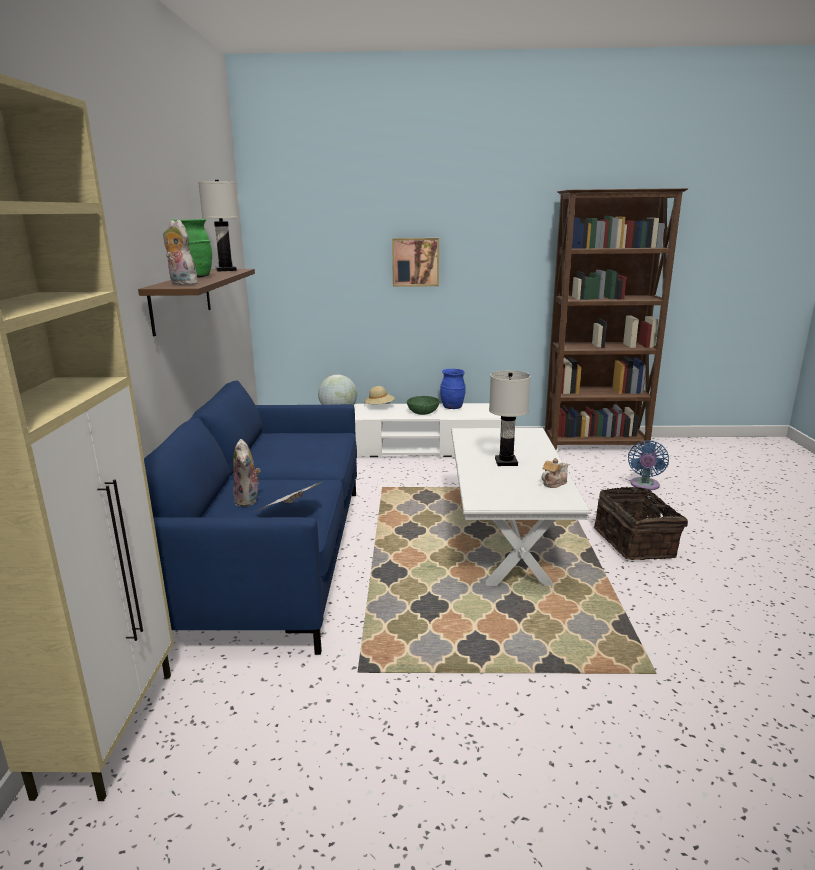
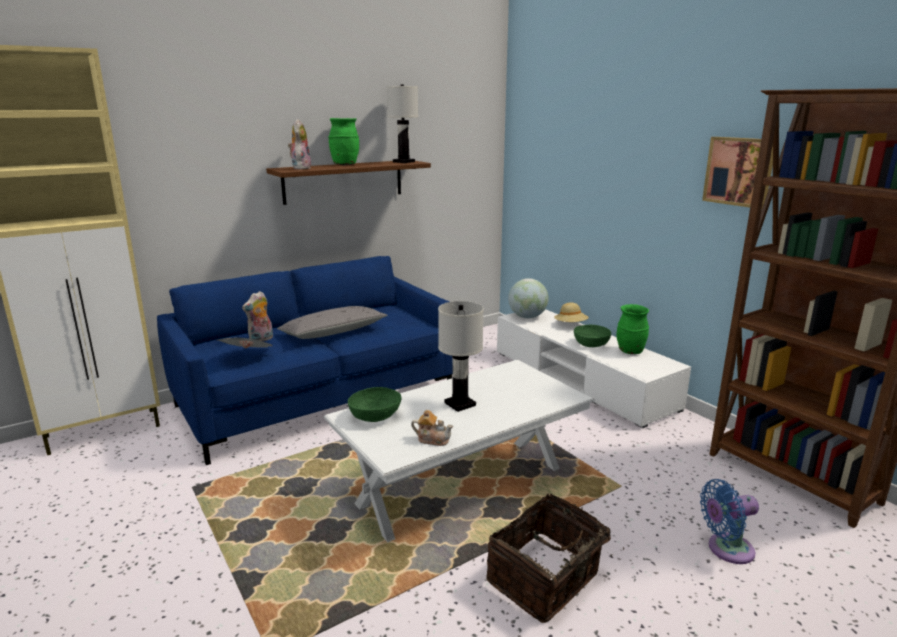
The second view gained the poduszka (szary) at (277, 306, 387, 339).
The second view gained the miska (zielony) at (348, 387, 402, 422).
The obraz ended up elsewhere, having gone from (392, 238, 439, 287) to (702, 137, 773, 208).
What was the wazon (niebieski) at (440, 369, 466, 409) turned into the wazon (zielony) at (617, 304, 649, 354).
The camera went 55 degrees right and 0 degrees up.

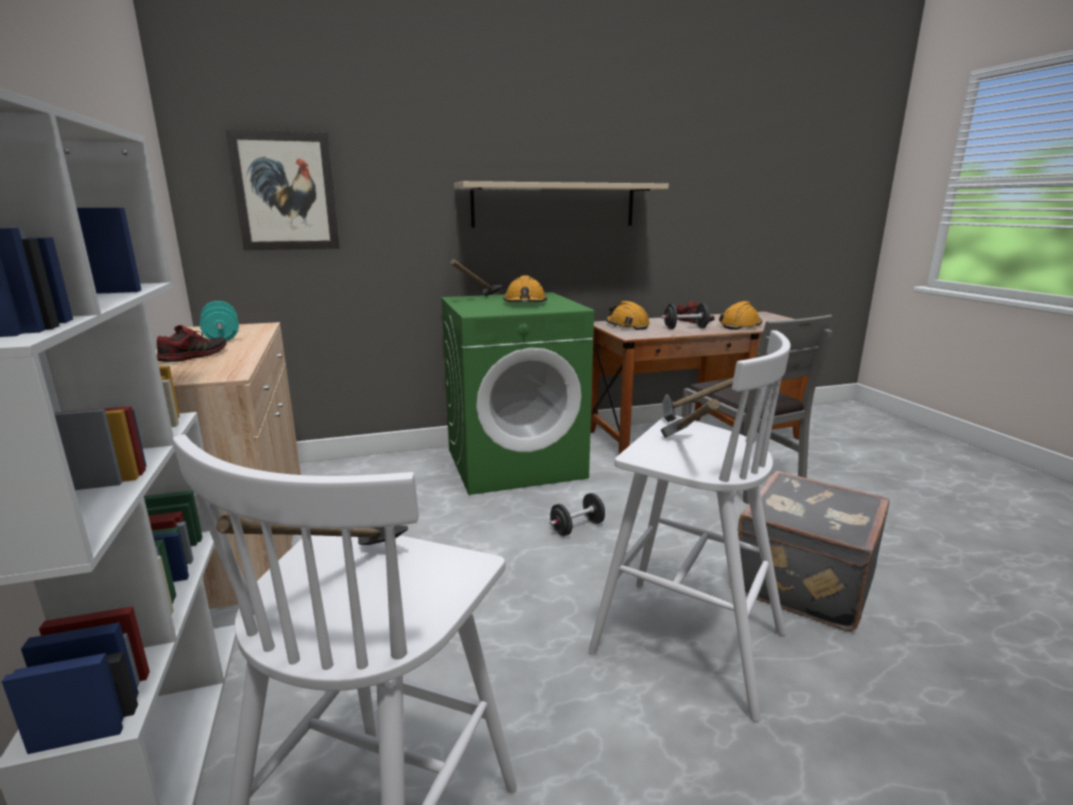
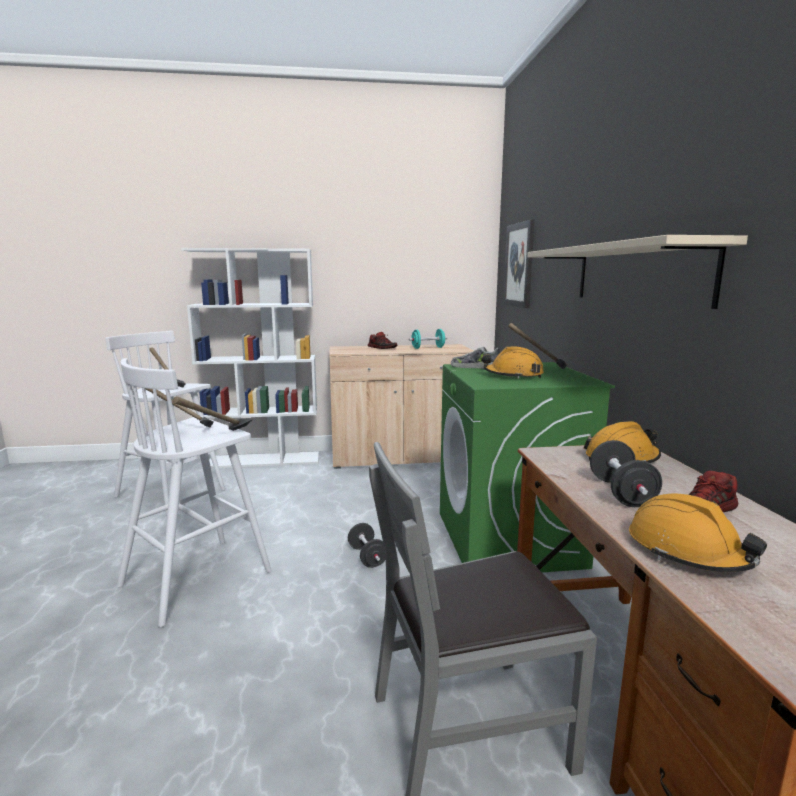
The second view lost the walizka (szary) at (738, 471, 890, 631).
The second view gained the but at (451, 347, 500, 369).
The camera went 100 degrees right and 5 degrees down.

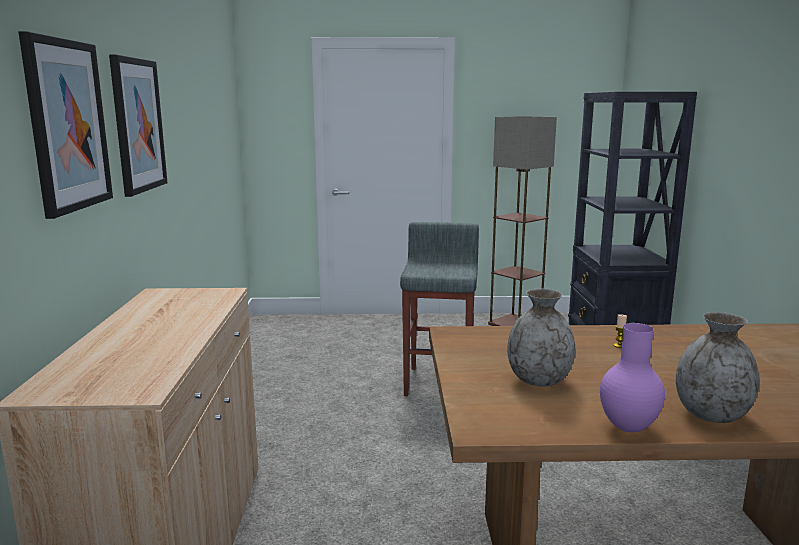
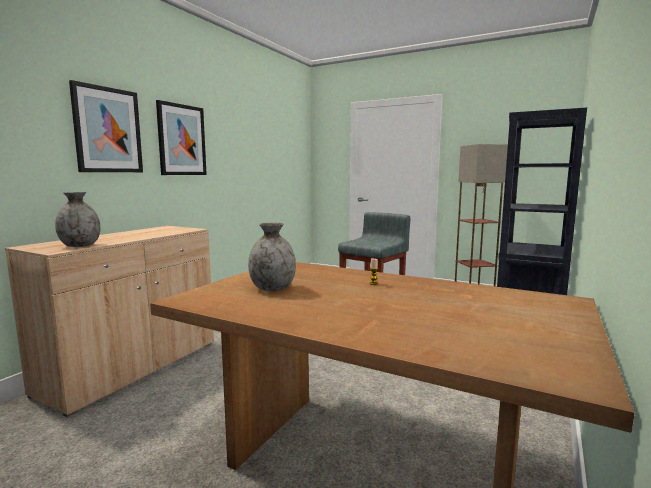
The second view lost the wazon (fioletowy) at (600, 323, 665, 433).
The wazon (szary) ended up elsewhere, having gone from (676, 312, 759, 423) to (55, 192, 101, 247).
The camera went 30 degrees right and 5 degrees down.

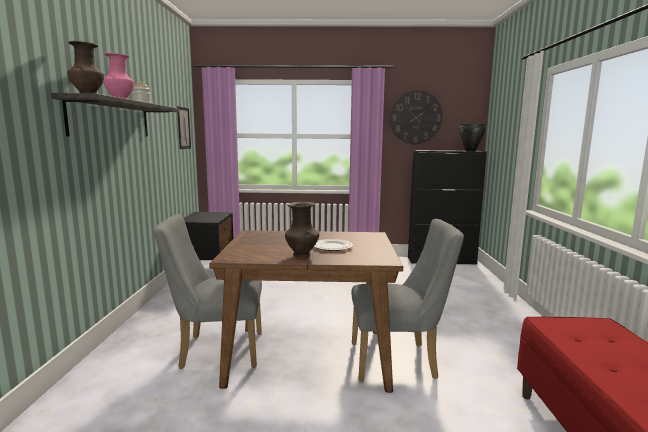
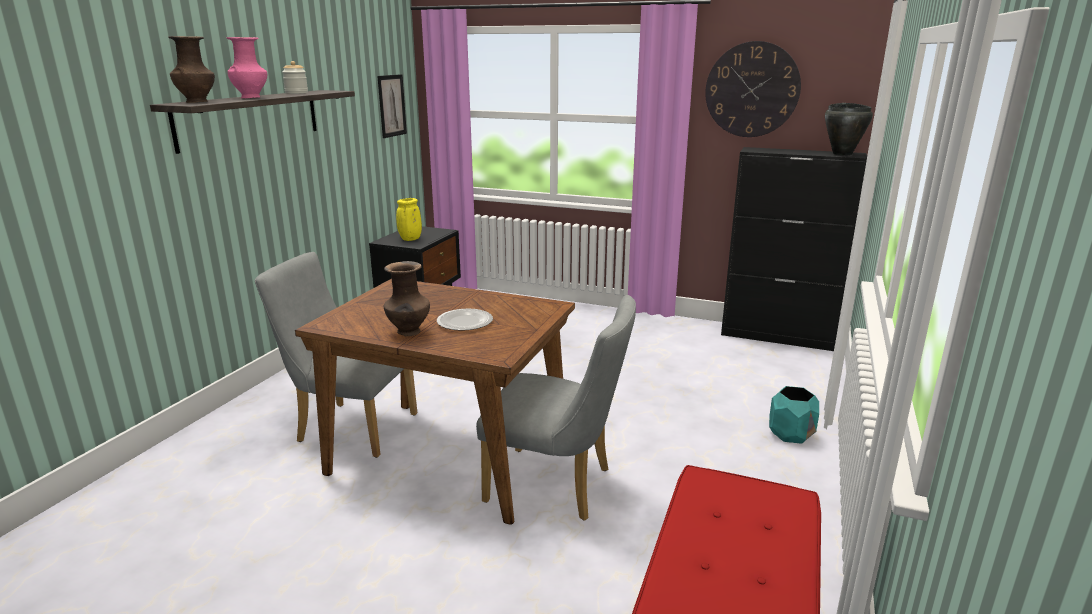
The second view gained the wazon (żółty) at (396, 198, 422, 241).
The second view gained the donica (turkusowy) at (769, 386, 819, 444).
The camera went 20 degrees right and 10 degrees up.

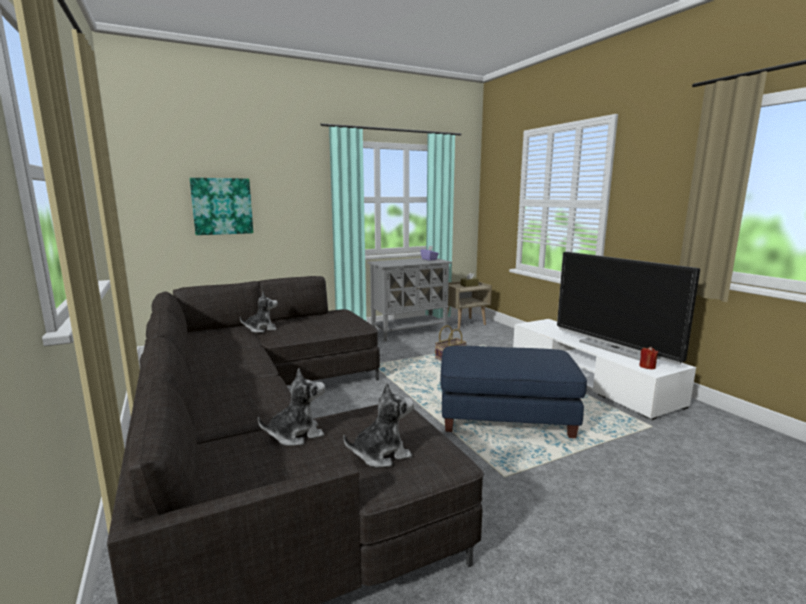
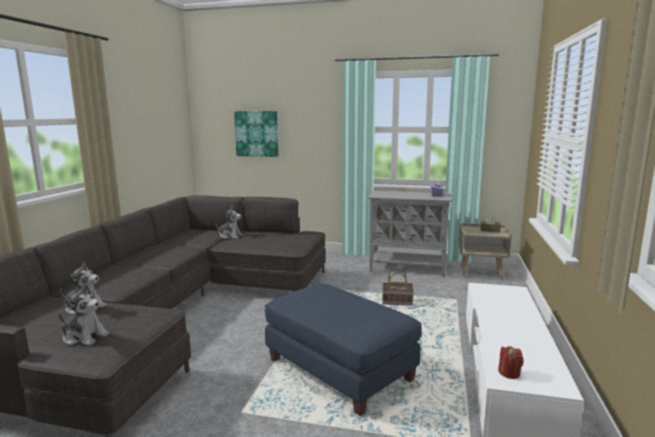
The second view lost the telewizor at (557, 252, 700, 365).
The camera went 40 degrees right and 0 degrees up.

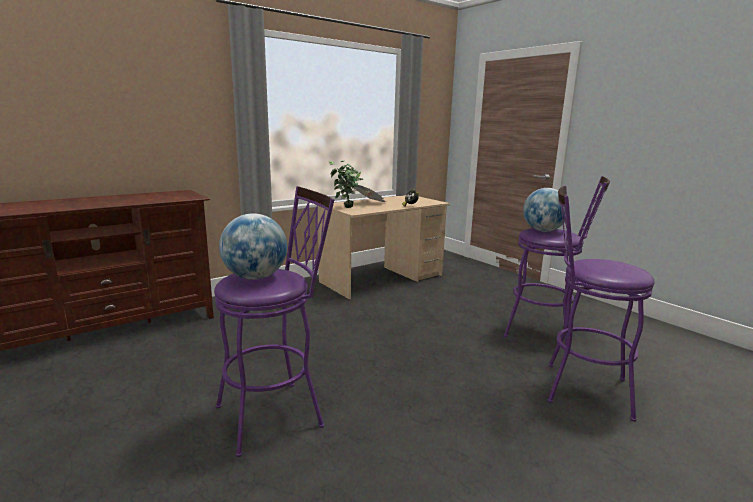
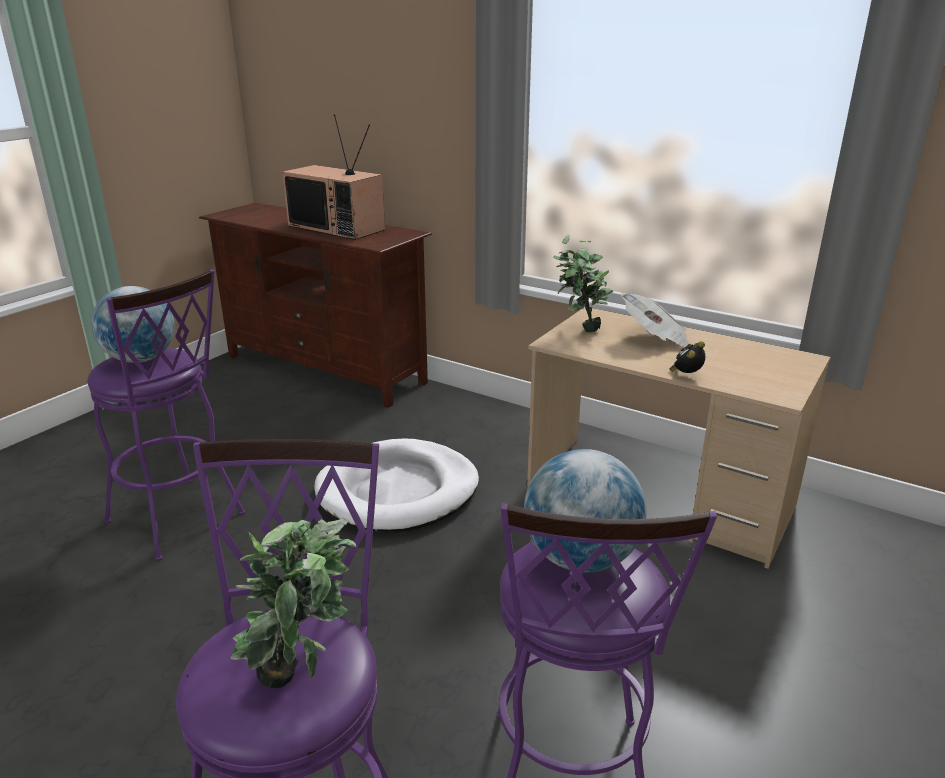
The second view gained the roślina doniczkowa at (230, 518, 356, 688).
The second view gained the telewizor at (282, 114, 385, 240).
The second view gained the legowisko (biały) at (314, 438, 479, 532).
The camera went 70 degrees right and 10 degrees up.

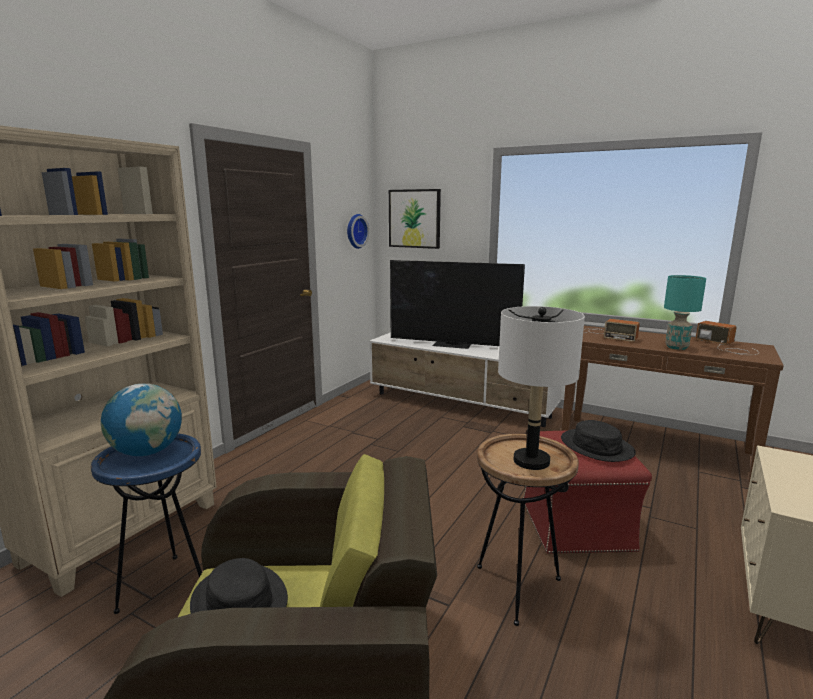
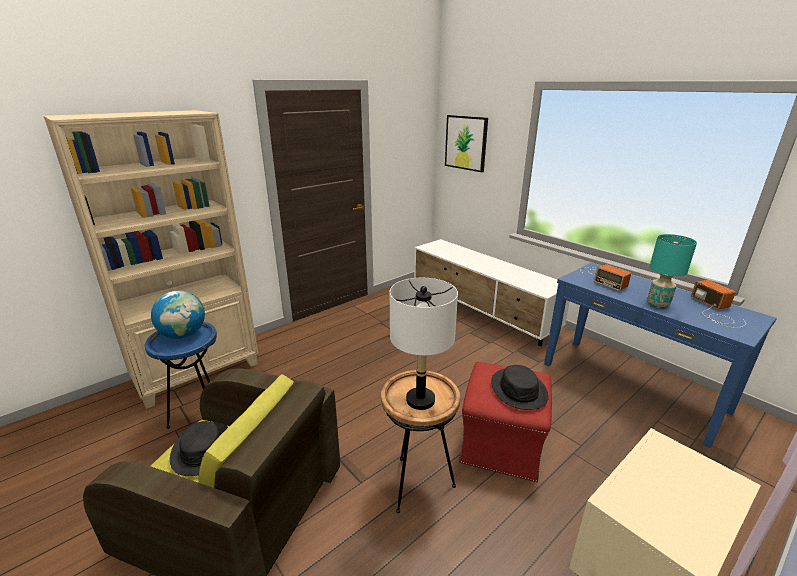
The second view lost the zegar ścienny at (347, 214, 369, 249).
The second view lost the telewizor at (390, 260, 525, 349).
What was the stolik konsolowy (brązowy) at (561, 326, 784, 483) turned into the stolik konsolowy (niebieski) at (544, 263, 777, 448).
The camera went 20 degrees right and 10 degrees up.

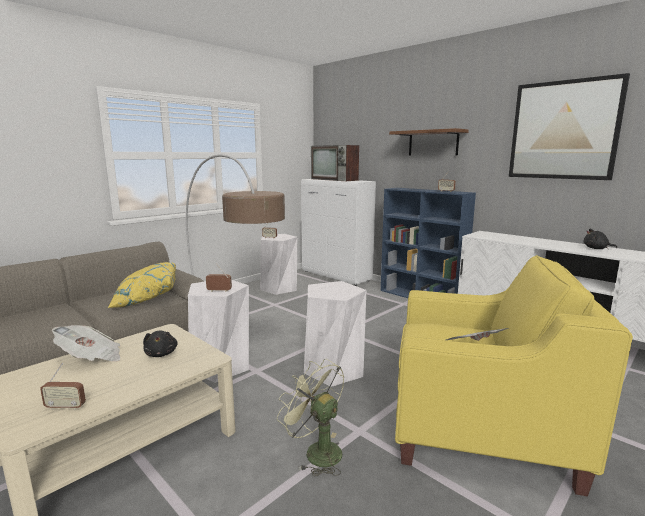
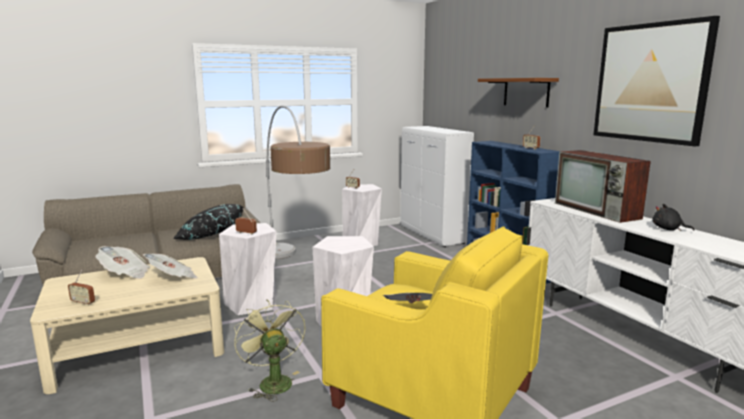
The telewizor ended up elsewhere, having gone from (311, 145, 359, 181) to (555, 150, 651, 223).
Where the pluszak (czarny) stood at (143, 331, 178, 357), the gazeta came to stand at (143, 253, 198, 278).
What was the poduszka (żółty) at (108, 262, 176, 308) turned into the poduszka (czarny) at (173, 204, 244, 240).
The camera went 20 degrees right and 0 degrees up.

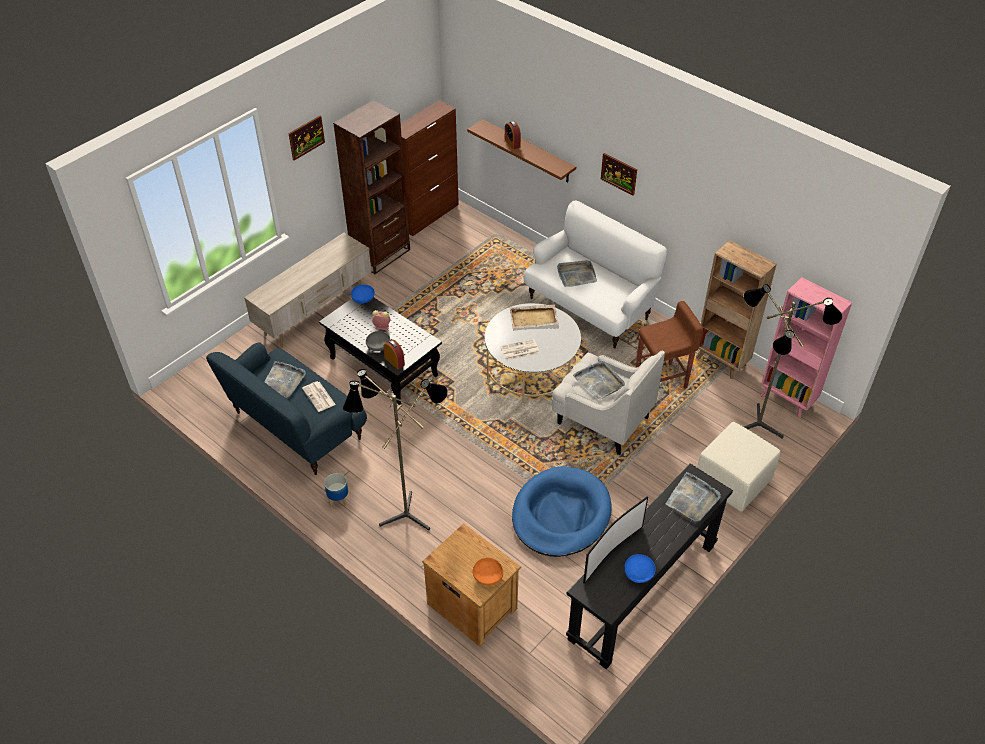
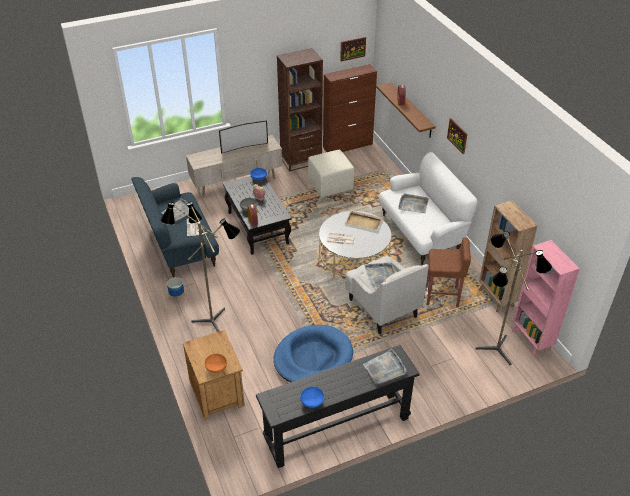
The obraz ended up elsewhere, having gone from (288, 116, 325, 161) to (340, 37, 366, 61).
The telewizor ended up elsewhere, having gone from (583, 497, 648, 583) to (219, 120, 268, 154).
The pufa (beżowy) ended up elsewhere, having gone from (697, 422, 780, 512) to (308, 150, 354, 198).
The camera went 25 degrees right and 5 degrees down.

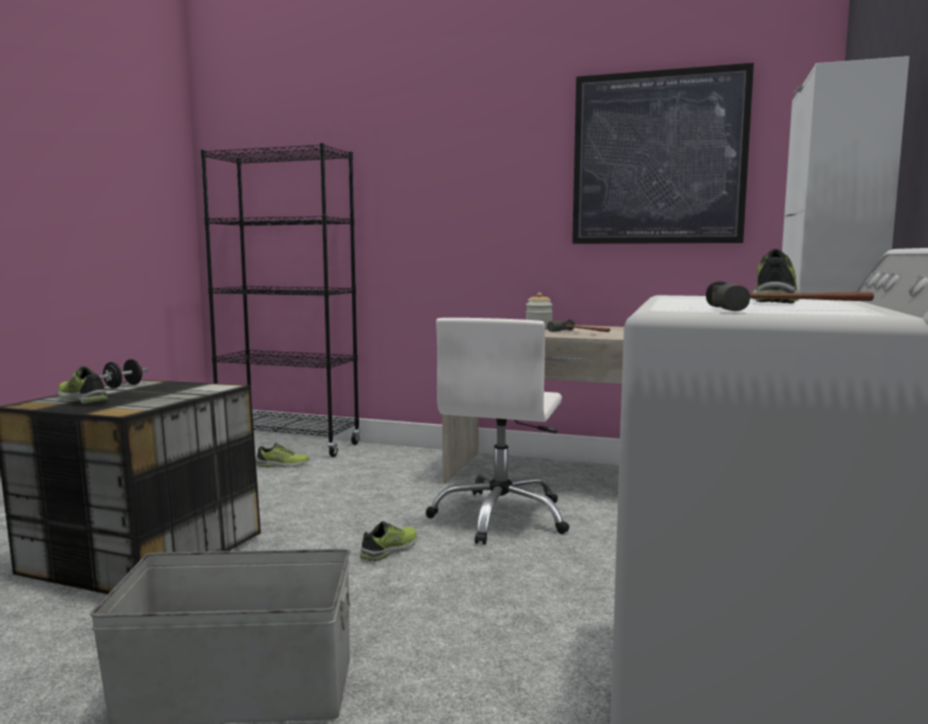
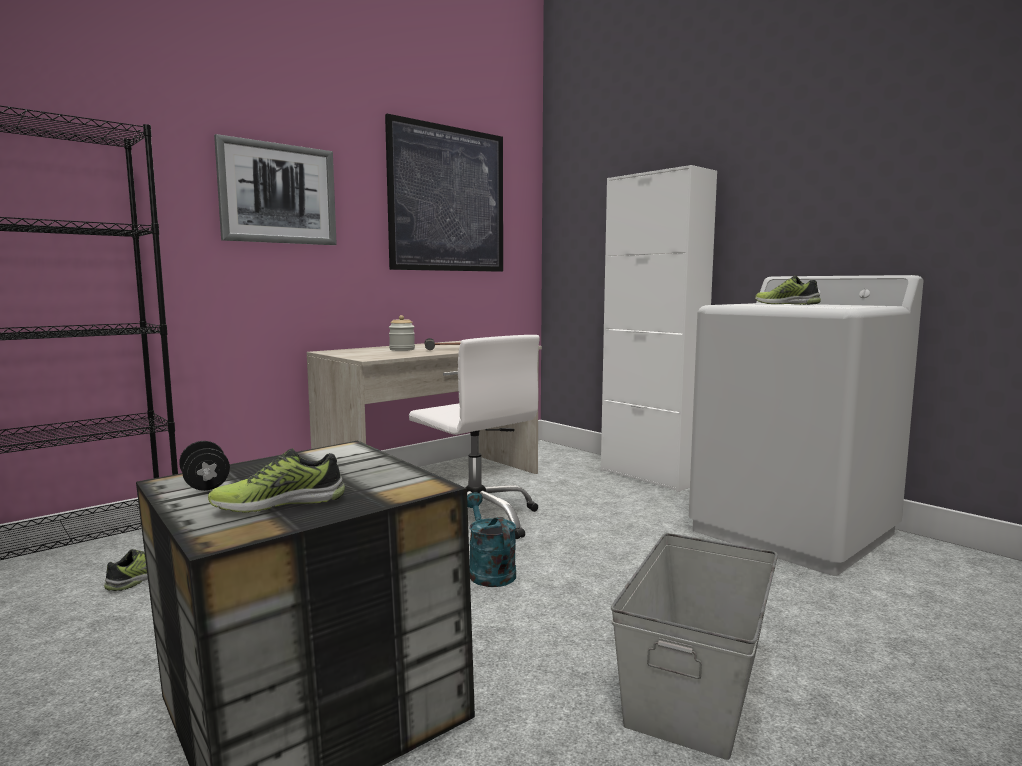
The second view lost the młotek at (706, 281, 874, 311).
The second view gained the obraz at (214, 134, 337, 245).
Where the but stood at (360, 521, 417, 561), the konewka (turkusowy) came to stand at (467, 492, 516, 587).
The camera went 60 degrees left and 0 degrees up.

